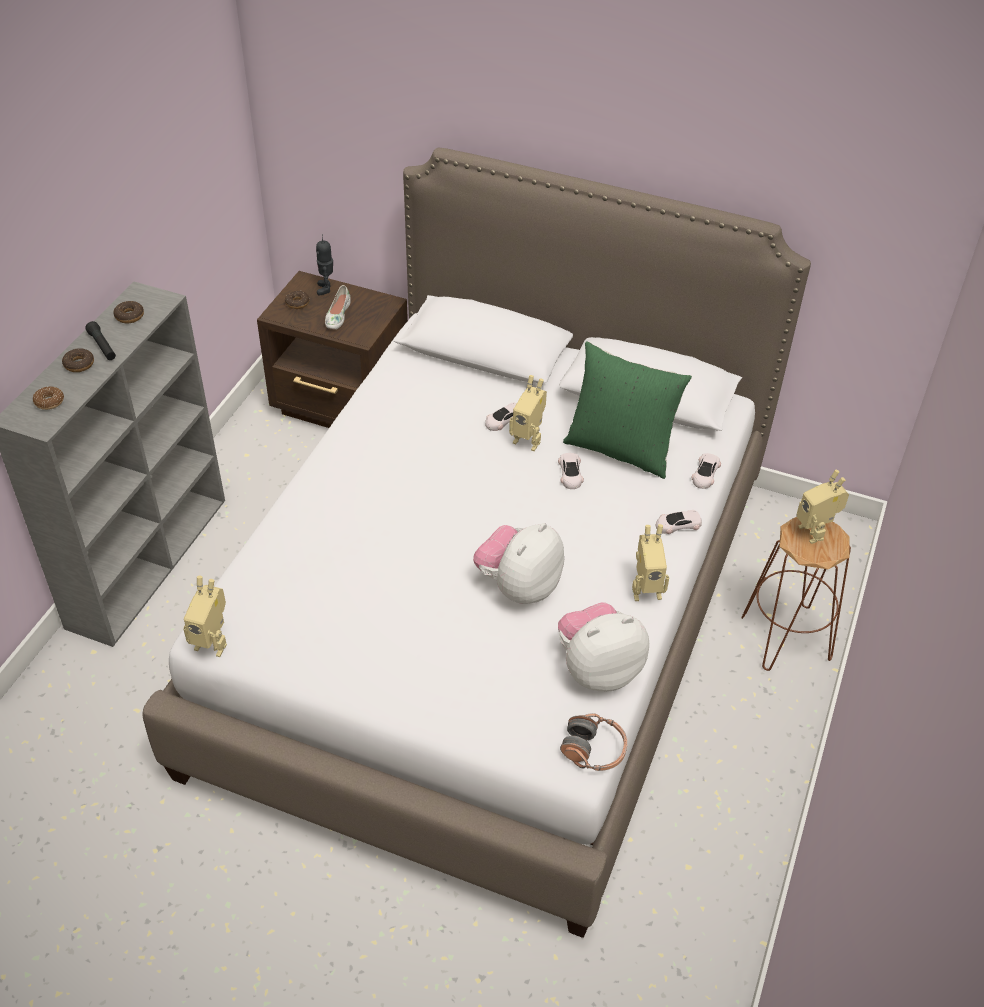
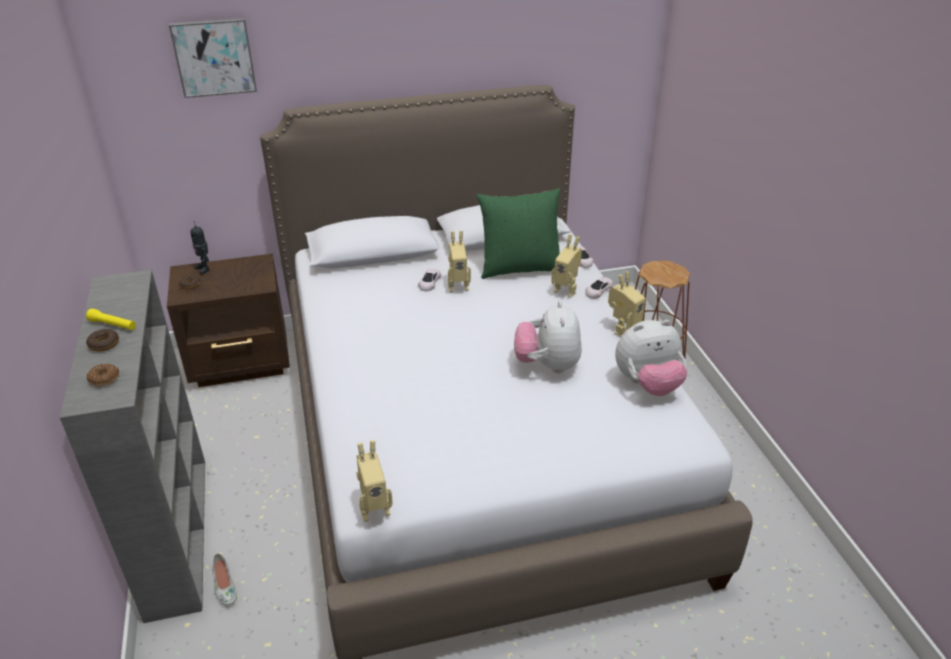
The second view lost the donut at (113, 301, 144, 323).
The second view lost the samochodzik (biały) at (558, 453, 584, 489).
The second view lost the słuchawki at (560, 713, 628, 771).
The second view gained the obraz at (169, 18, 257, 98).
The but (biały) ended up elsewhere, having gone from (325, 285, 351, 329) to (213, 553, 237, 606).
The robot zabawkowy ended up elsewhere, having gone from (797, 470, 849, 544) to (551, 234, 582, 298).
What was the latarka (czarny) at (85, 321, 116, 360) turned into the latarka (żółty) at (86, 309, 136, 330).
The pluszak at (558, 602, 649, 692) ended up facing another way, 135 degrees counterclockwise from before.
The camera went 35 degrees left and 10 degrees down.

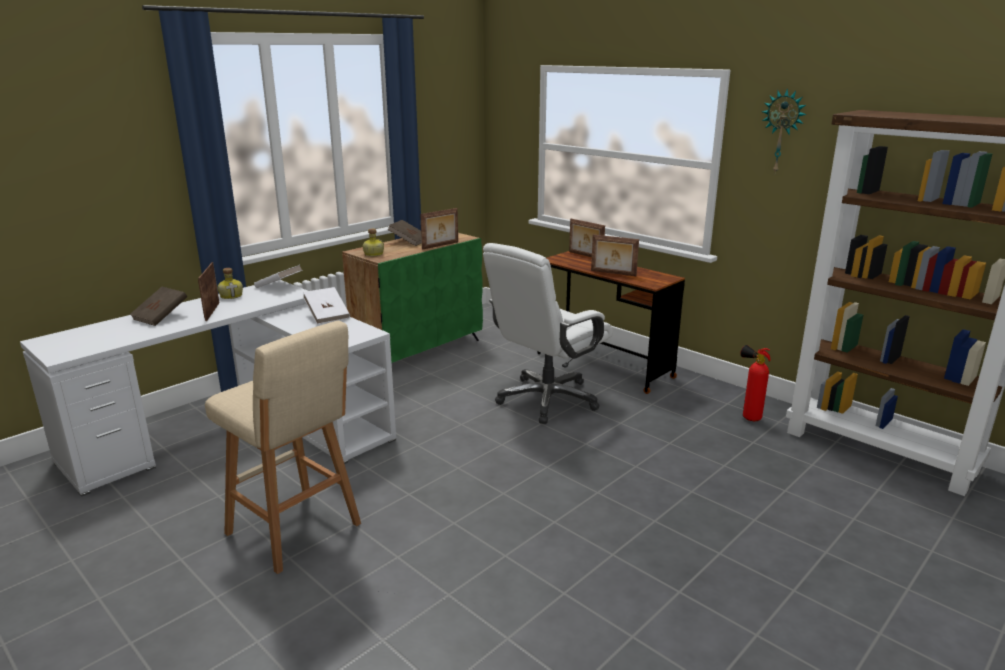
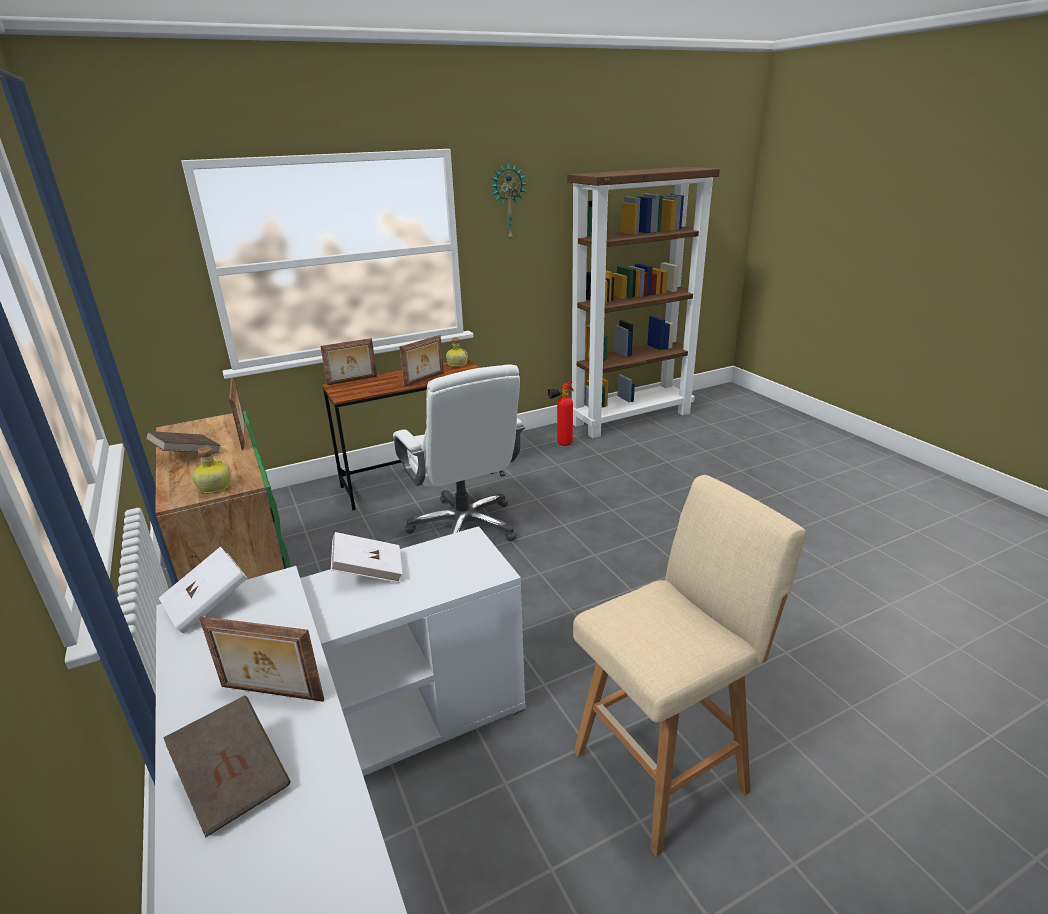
The butelka ended up elsewhere, having gone from (217, 268, 243, 299) to (446, 338, 468, 367).
The camera went 70 degrees left and 5 degrees up.

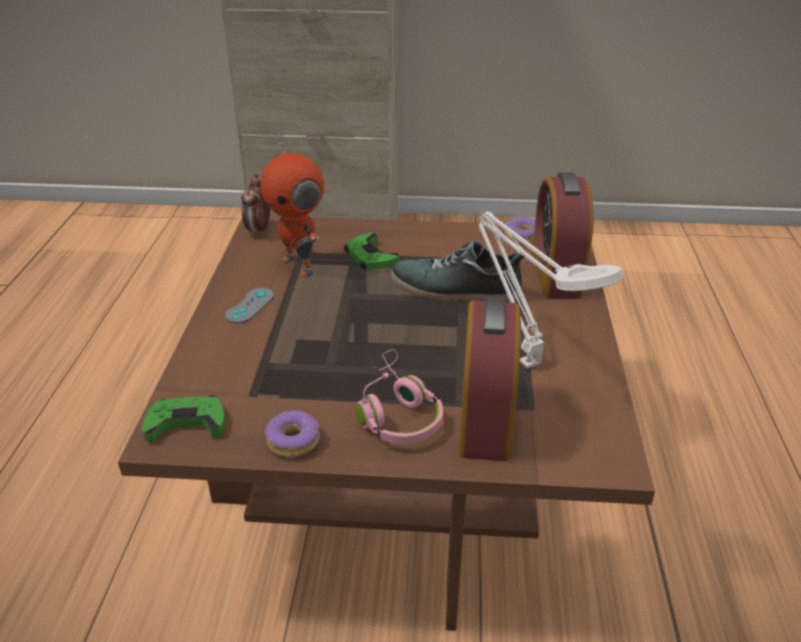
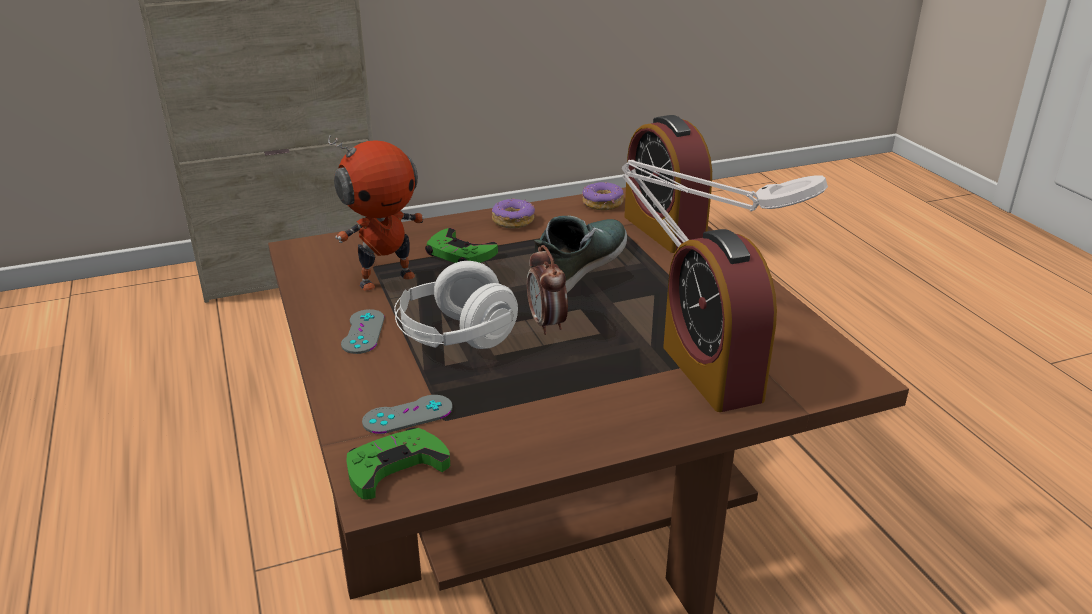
The second view lost the słuchawki (różowy) at (356, 349, 443, 444).
The second view gained the pad do gier (szary) at (362, 395, 453, 434).
The second view gained the słuchawki (biały) at (394, 261, 518, 349).
The budzik ended up elsewhere, having gone from (241, 174, 270, 236) to (527, 245, 568, 335).
The donut ended up elsewhere, having gone from (265, 410, 320, 457) to (492, 198, 535, 229).
The robot zabawkowy at (260, 134, 324, 278) ended up facing another way, 60 degrees counterclockwise from before.
The but at (391, 241, 524, 303) ended up facing another way, 135 degrees clockwise from before.
The camera went 25 degrees left and 5 degrees down.

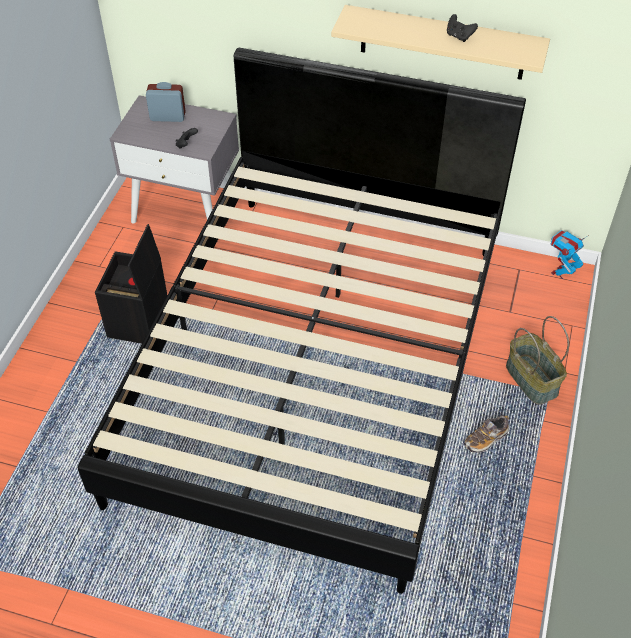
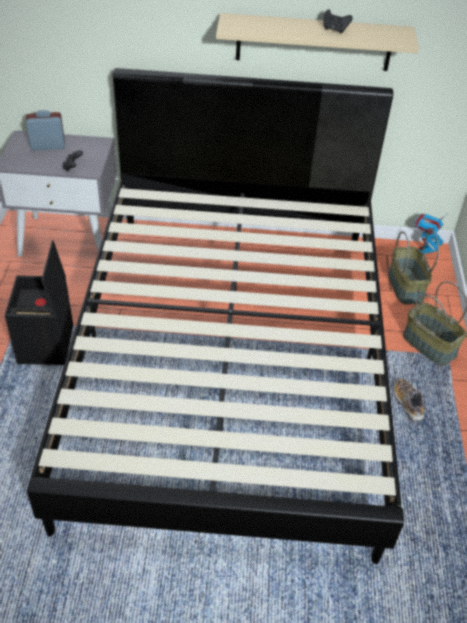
The second view gained the koszyk at (388, 230, 439, 304).
The but at (464, 415, 509, 453) ended up facing another way, 120 degrees clockwise from before.
The camera went 15 degrees left and 5 degrees down.

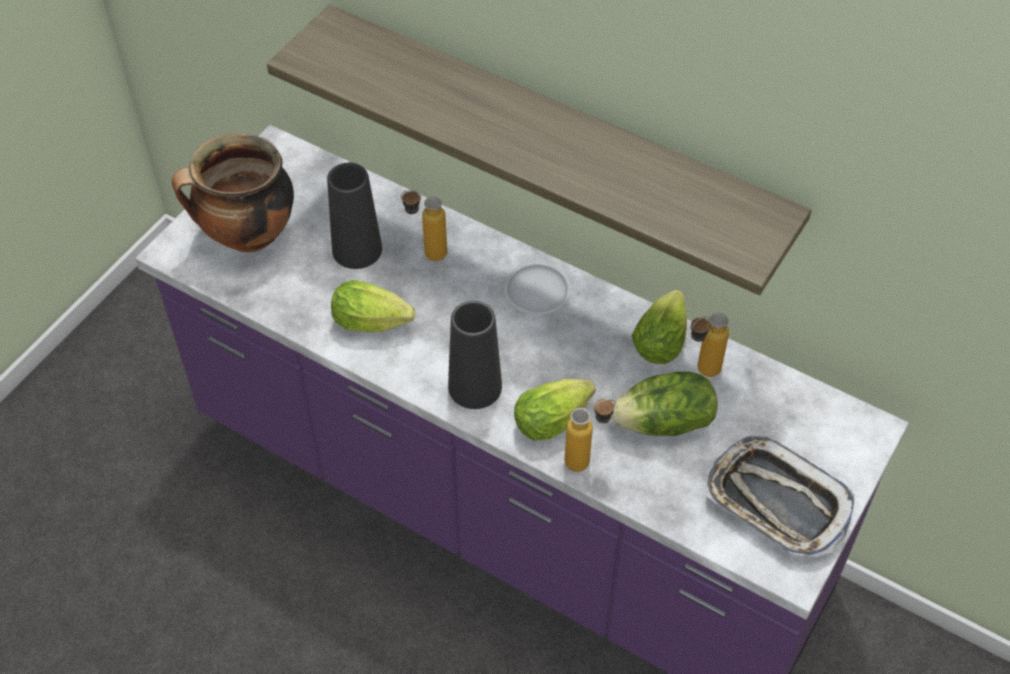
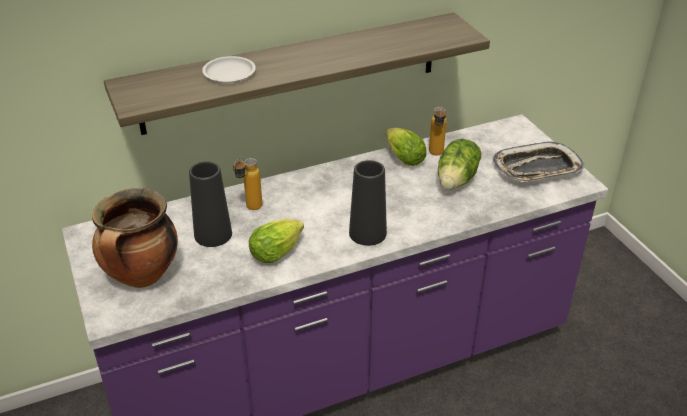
The second view lost the sałata at (514, 379, 596, 440).
The second view lost the butelka at (564, 399, 615, 472).
The talerz (biały) ended up elsewhere, having gone from (504, 262, 571, 315) to (202, 56, 256, 83).
The camera went 55 degrees left and 15 degrees down.

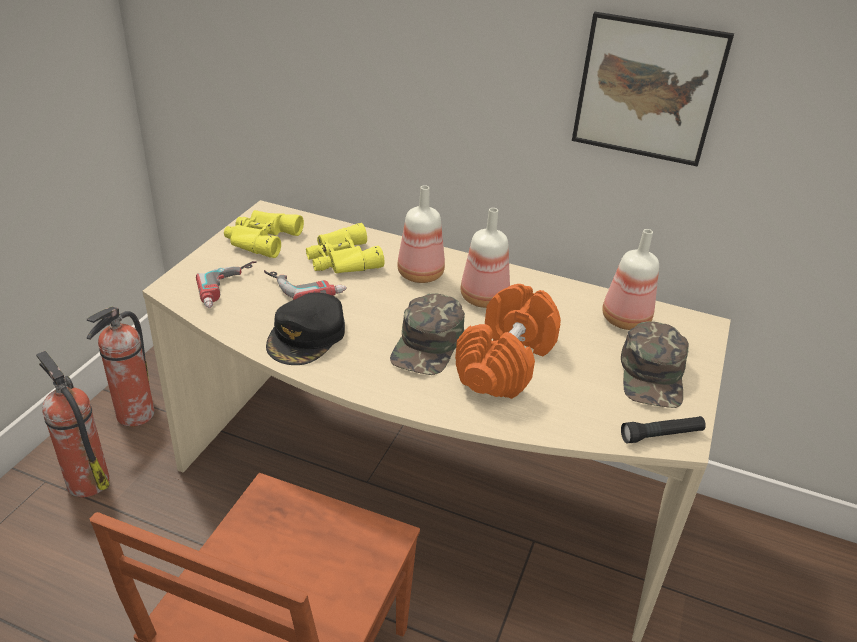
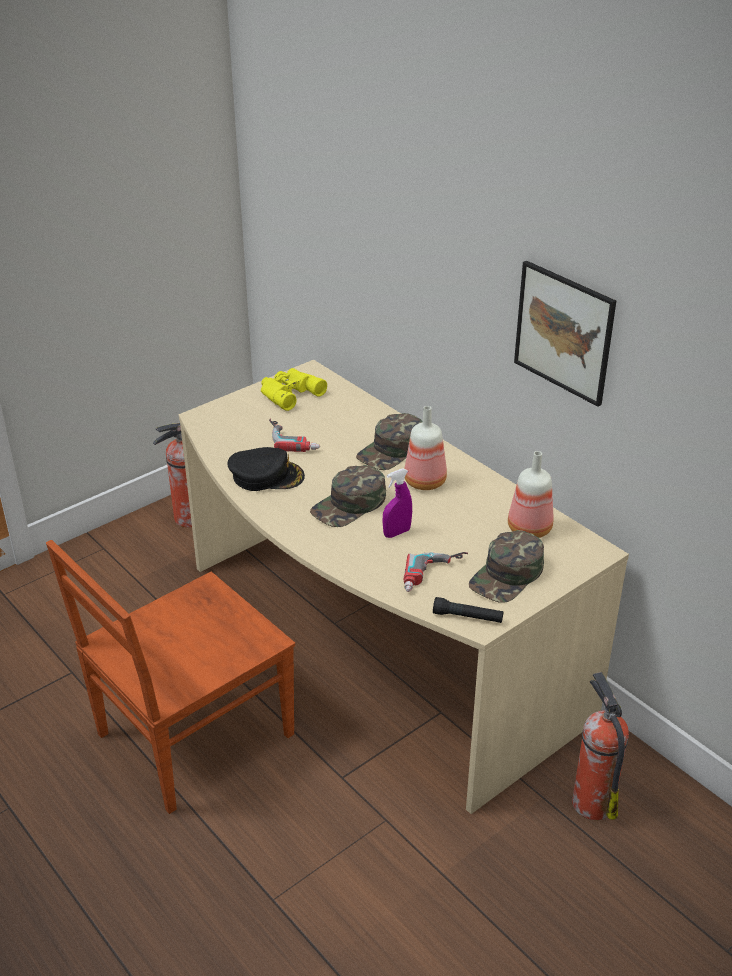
The second view lost the lornetka (żółty) at (306, 223, 385, 273).
The gaśnica ended up elsewhere, having gone from (36, 351, 110, 498) to (572, 672, 629, 820).
The wiertarka ended up elsewhere, having gone from (196, 261, 257, 308) to (404, 552, 468, 592).
Where the butelka stood at (397, 185, 445, 283), the czapka z daszkiem (zielony) came to stand at (356, 413, 423, 470).
Where the hantel (pomarańczowy) stood at (455, 284, 561, 399), the spryskiwacz (fioletowy) came to stand at (382, 468, 412, 538).
The czapka z daszkiem (czarny) at (266, 292, 345, 365) ended up facing another way, 135 degrees counterclockwise from before.
The camera went 30 degrees right and 0 degrees up.

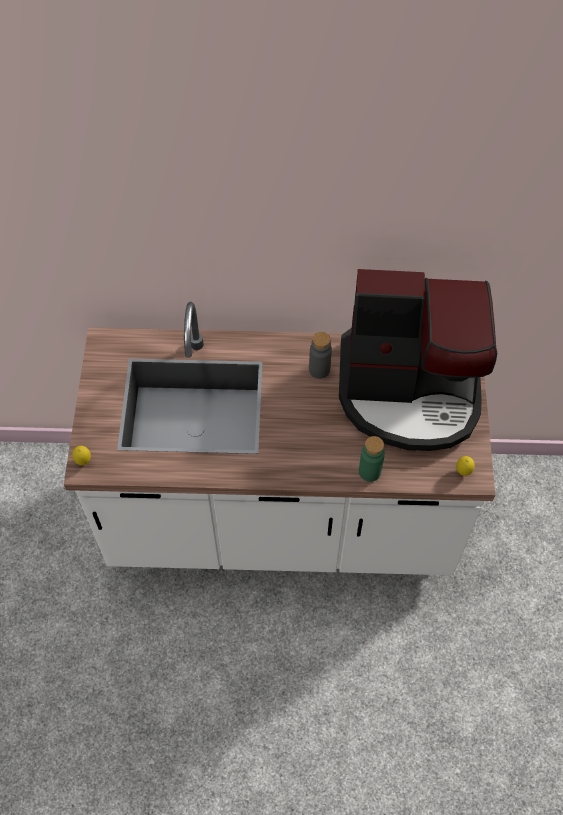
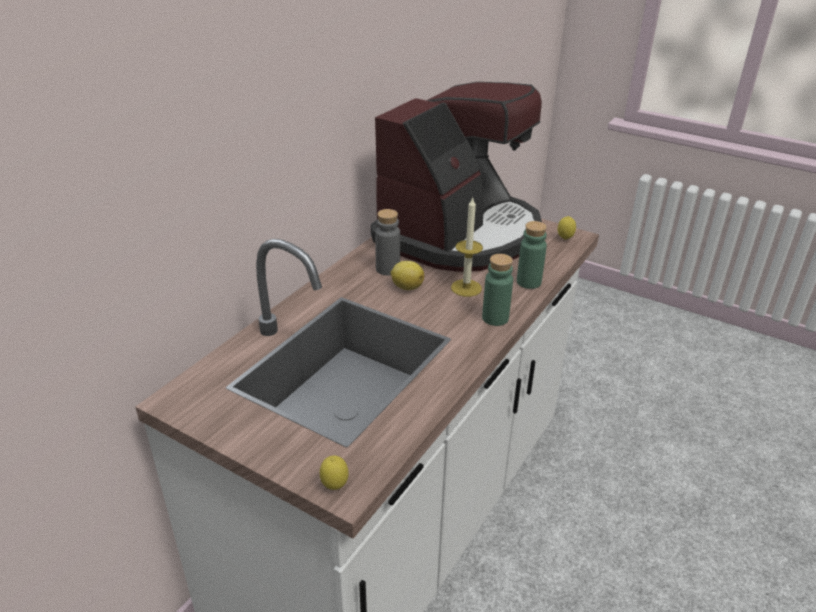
The second view gained the cytryna at (391, 261, 424, 290).
The second view gained the świeca at (451, 196, 483, 297).
The second view gained the butelka (zielony) at (482, 254, 513, 326).
The camera went 60 degrees left and 25 degrees down.

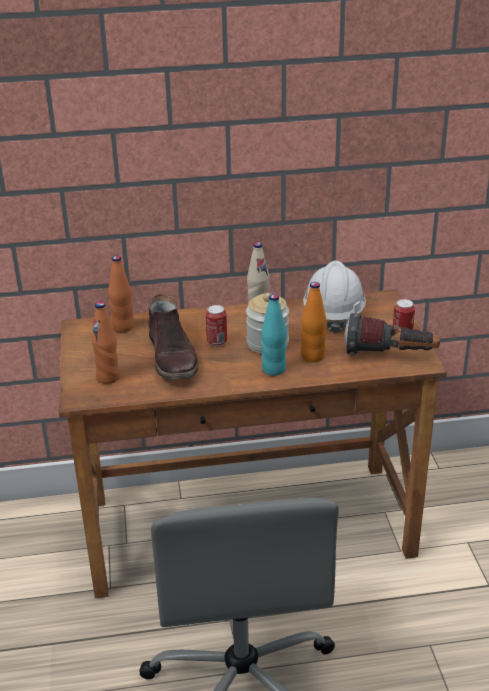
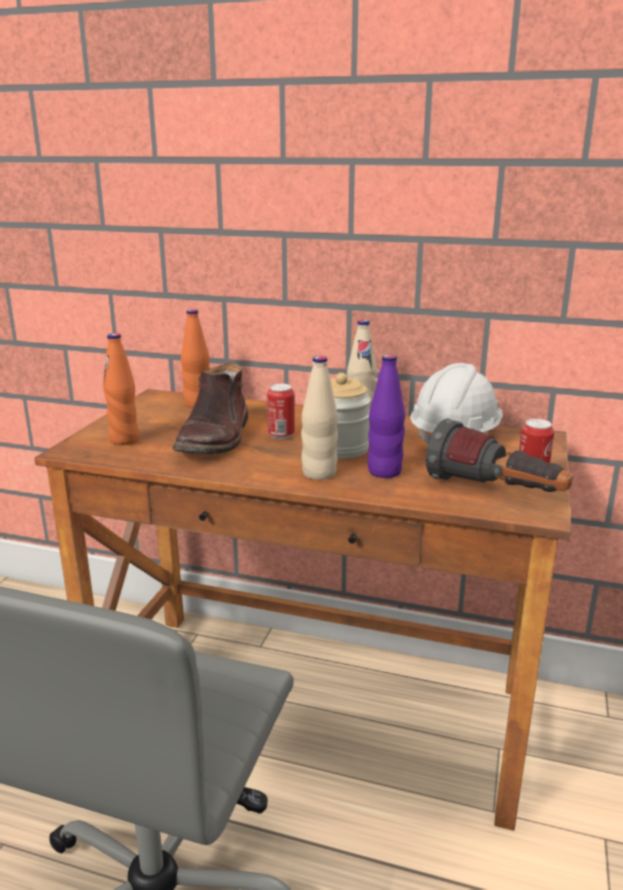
What was the butelka (turkusowy) at (261, 294, 286, 376) turned into the butelka (beżowy) at (301, 356, 338, 480).
What was the butelka (pomarańczowy) at (301, 282, 326, 362) turned into the butelka (fioletowy) at (368, 355, 405, 478).
The camera went 25 degrees right and 10 degrees down.

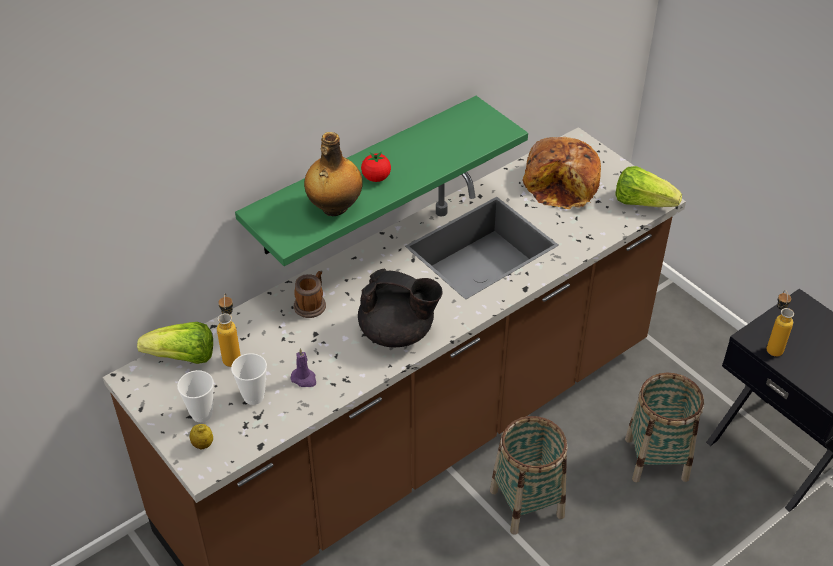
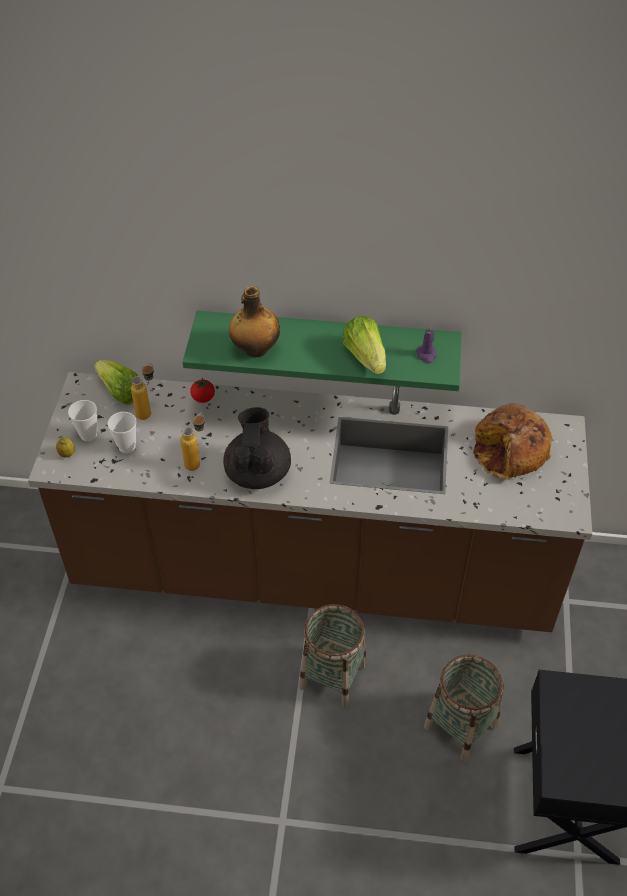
The second view lost the kubek at (294, 271, 326, 318).
The świeca (fioletowy) ended up elsewhere, having gone from (290, 348, 316, 387) to (416, 326, 437, 364).
The pomidor ended up elsewhere, having gone from (361, 152, 391, 182) to (190, 378, 215, 403).
The sałata ended up elsewhere, having gone from (615, 166, 682, 207) to (342, 316, 386, 374).
The butelka ended up elsewhere, having gone from (767, 290, 794, 357) to (180, 414, 205, 471).
The imbryk (czarny) at (358, 268, 443, 347) ended up facing another way, 150 degrees counterclockwise from before.
The camera went 45 degrees right and 5 degrees up.

